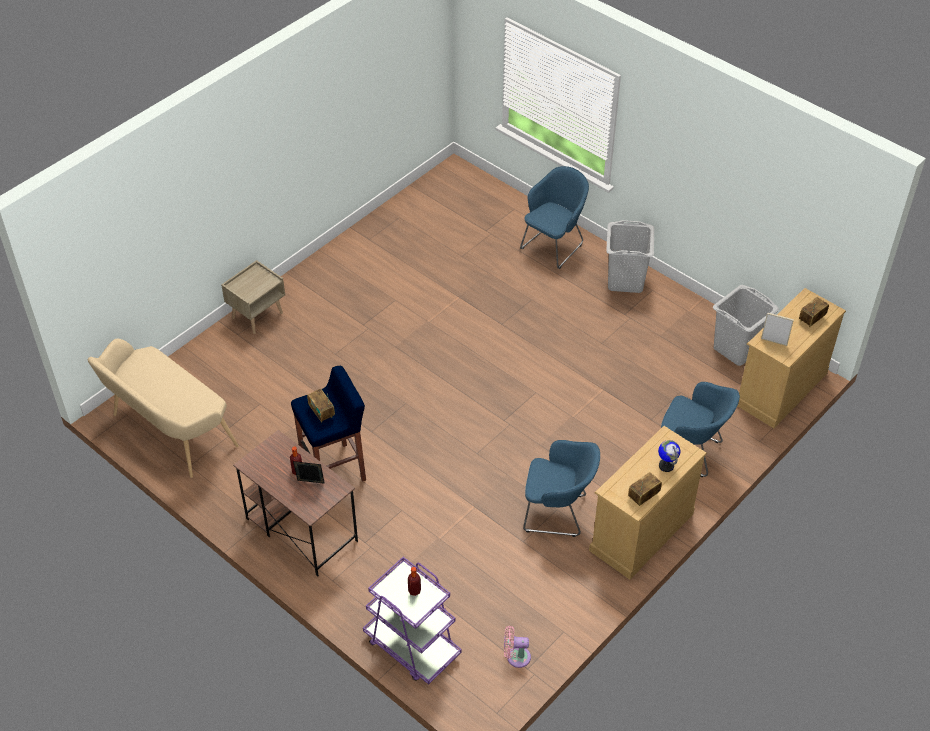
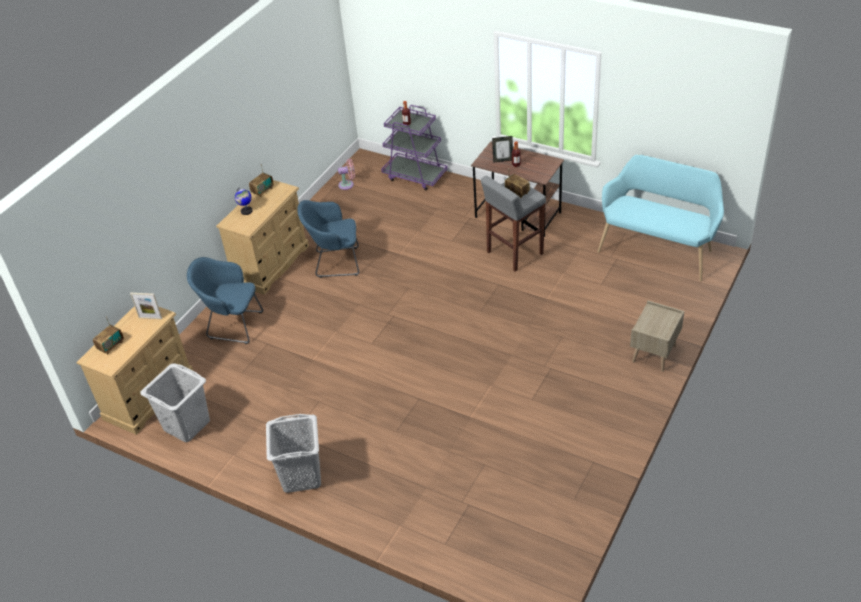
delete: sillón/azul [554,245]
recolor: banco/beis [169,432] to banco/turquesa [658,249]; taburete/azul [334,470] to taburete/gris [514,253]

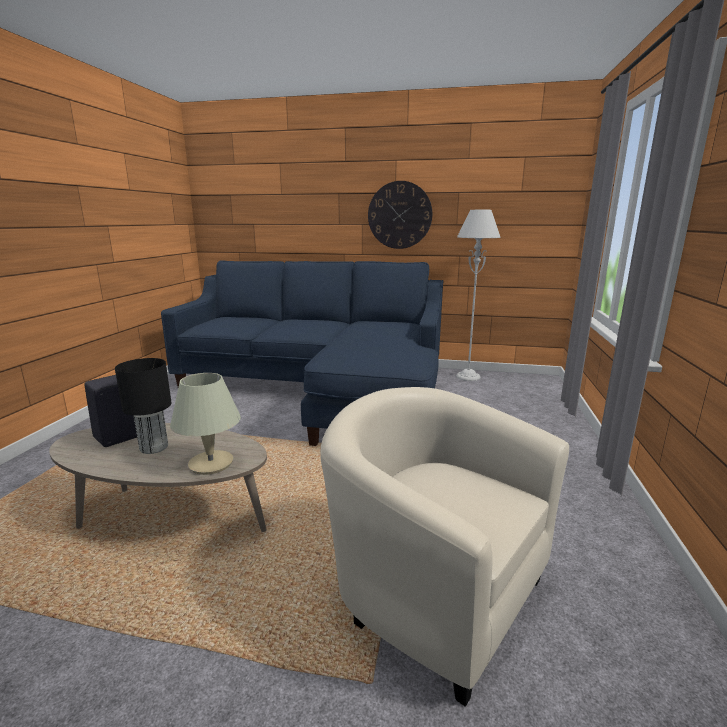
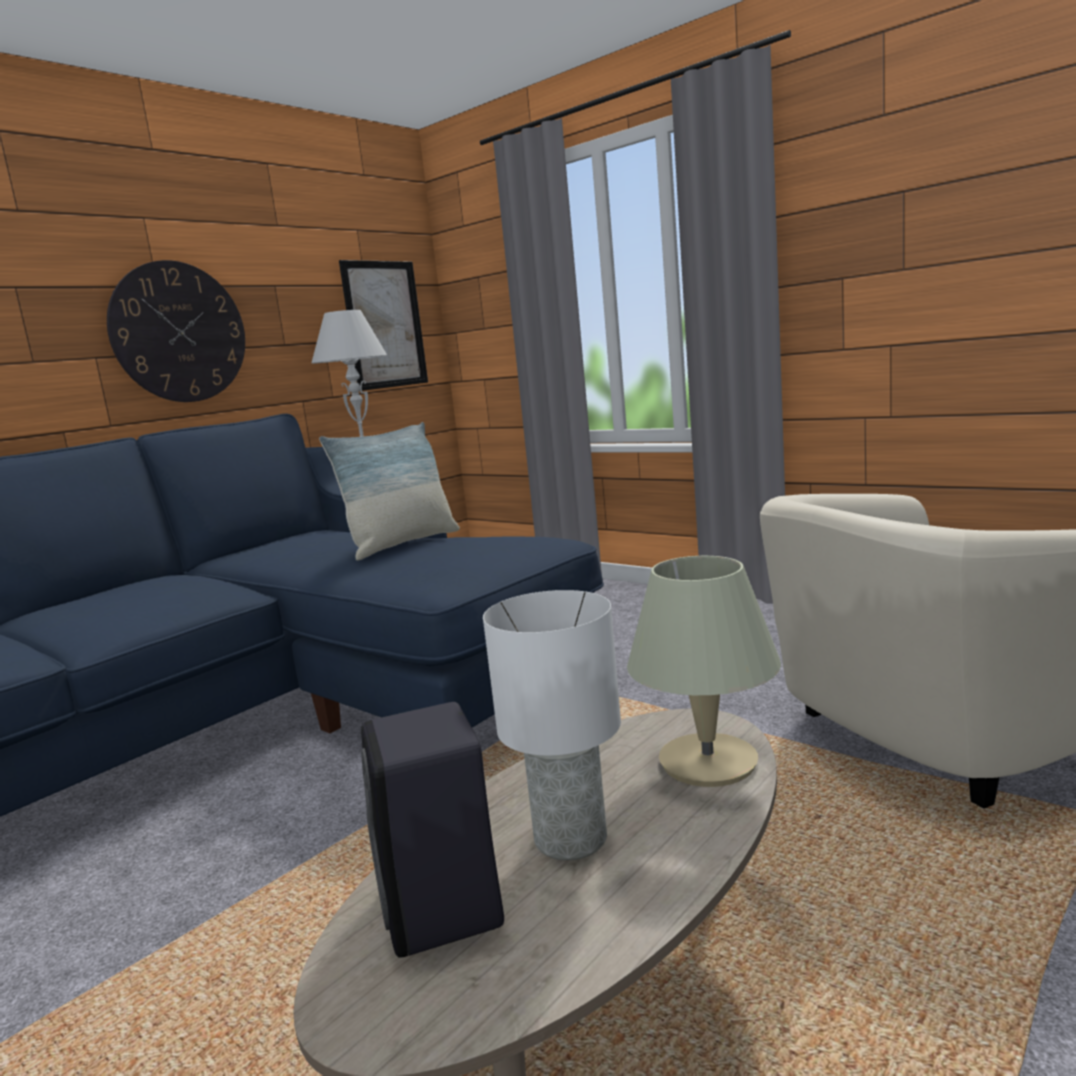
insert: cuadro [385,325]; cojín [402,544]
recolor: lámpara de mesa/negro [154,447] to lámpara de mesa/blanco [568,839]

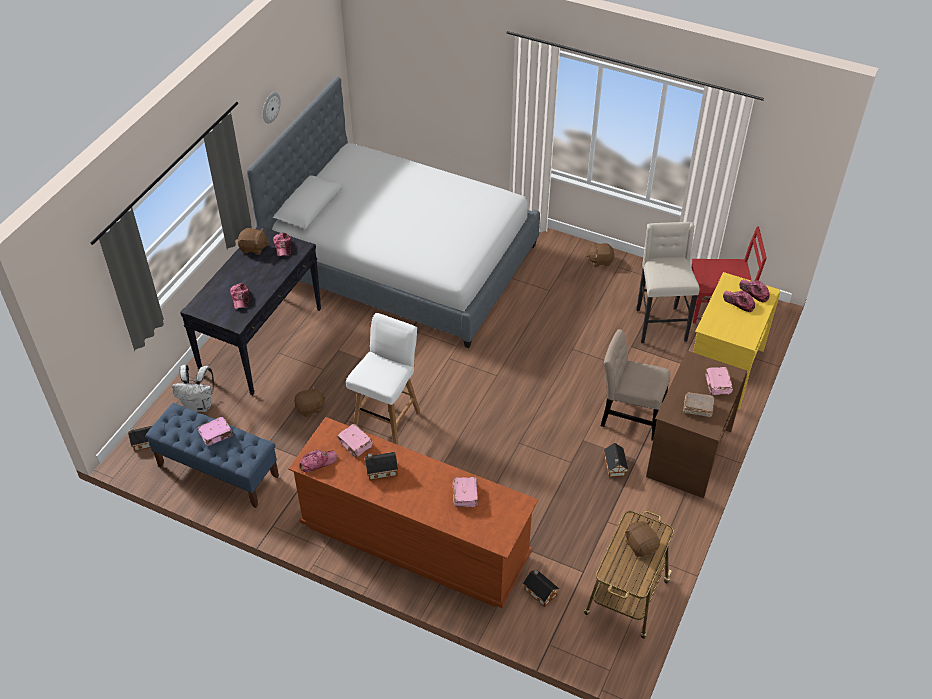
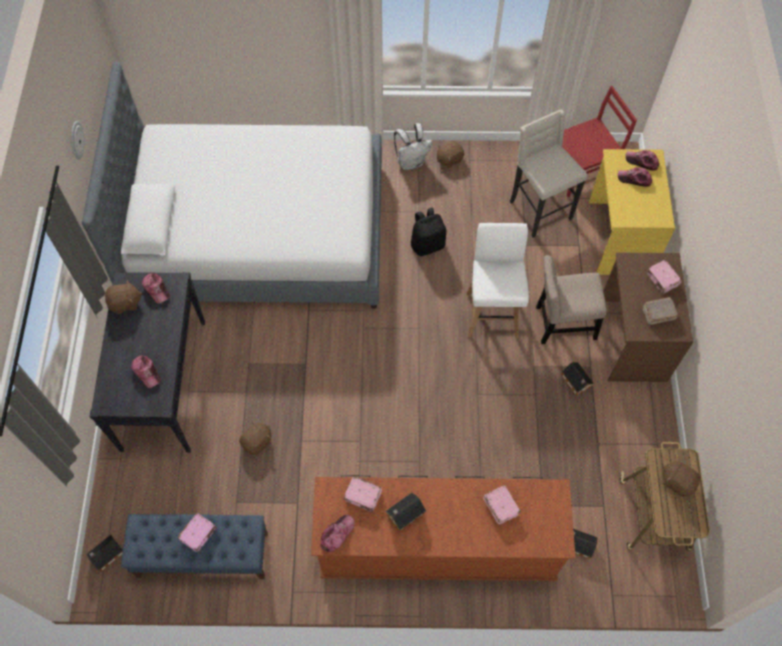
insert: mochila/negro [427,244]
move: taburete/blanco [388,420] to [492,313]; mochila/blanco [199,405] to [411,162]

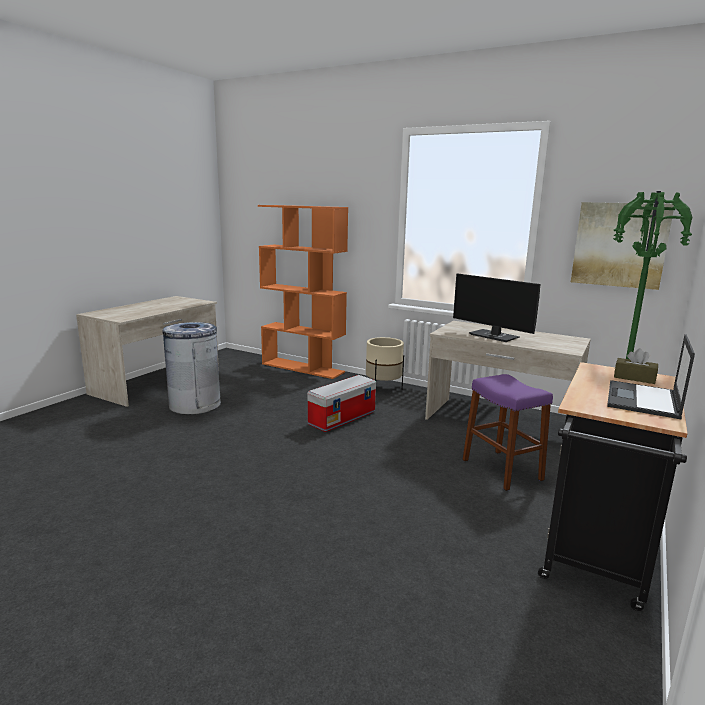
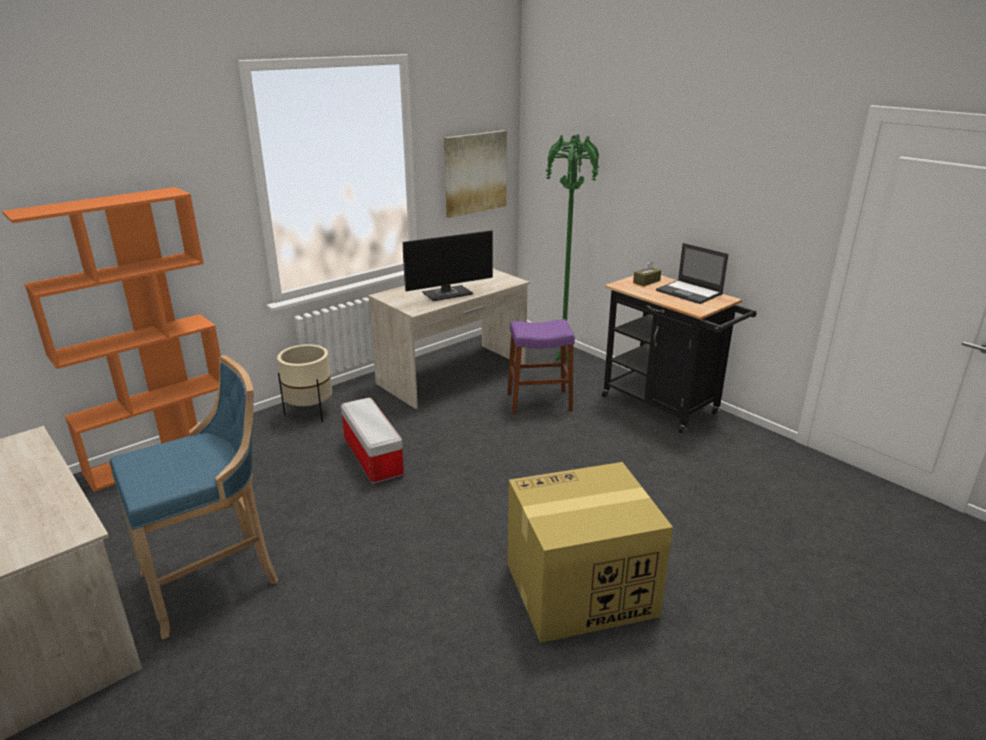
insert: caja de cartón [578,590]
replace: papelera/gris [195,405] to taburete/azul [215,580]

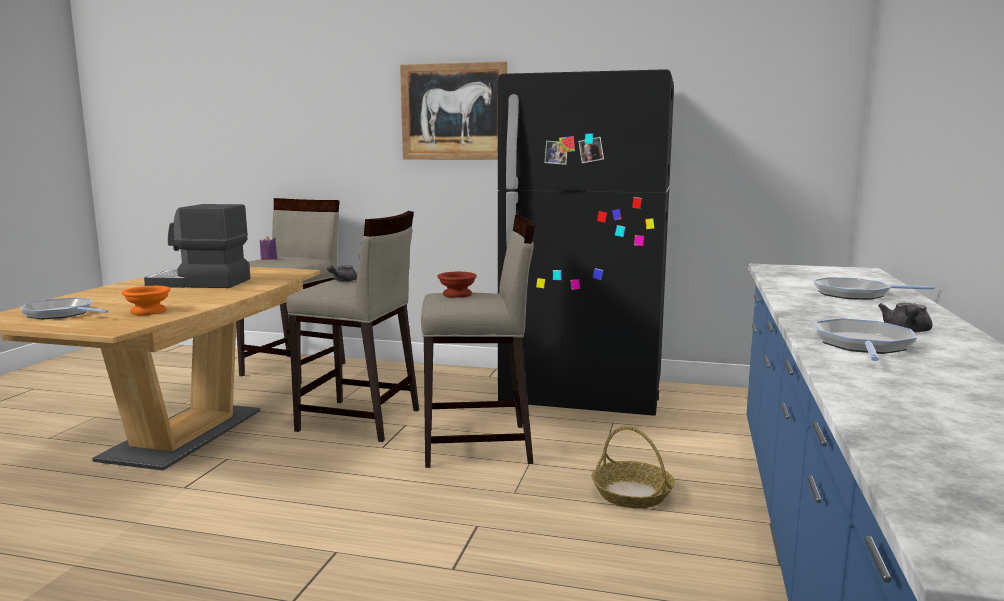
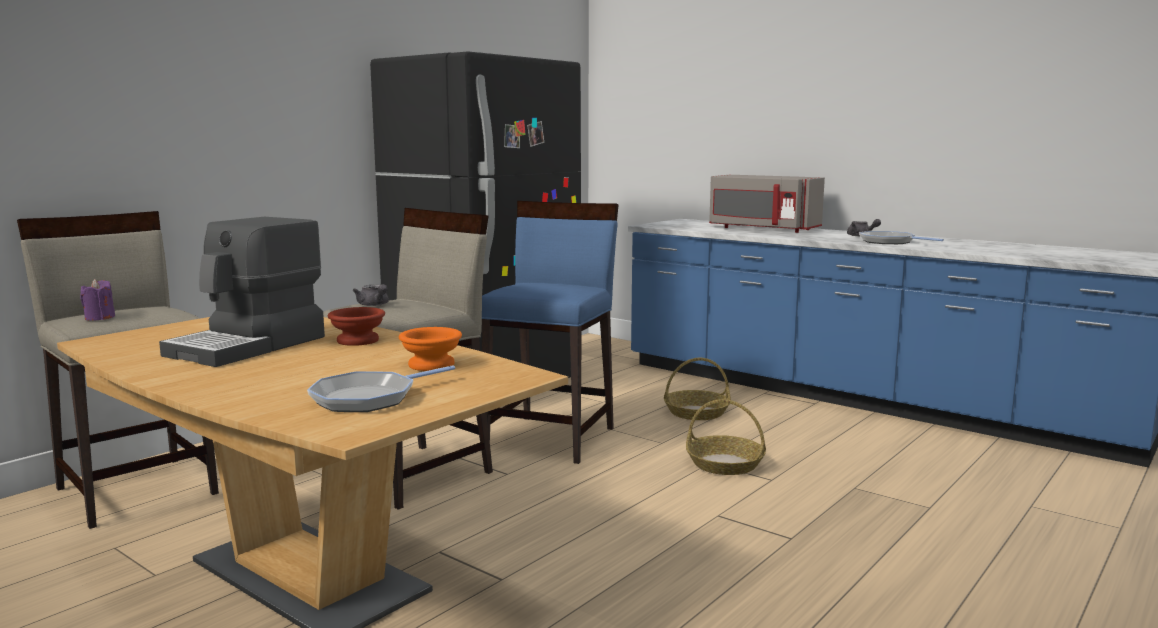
delete: cuadro [454,112]
insert: cesta [724,464]
move: cuenco/marrón [458,294] to [358,340]
replace: sartén [855,294] to microondas/gris [762,229]
recolor: taburete/beis [478,445] to taburete/azul [552,438]

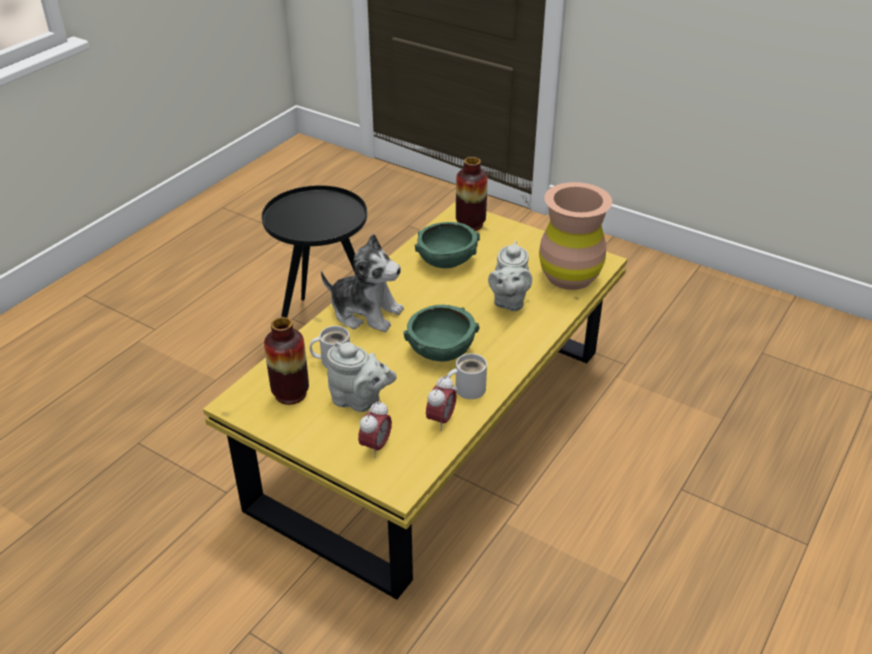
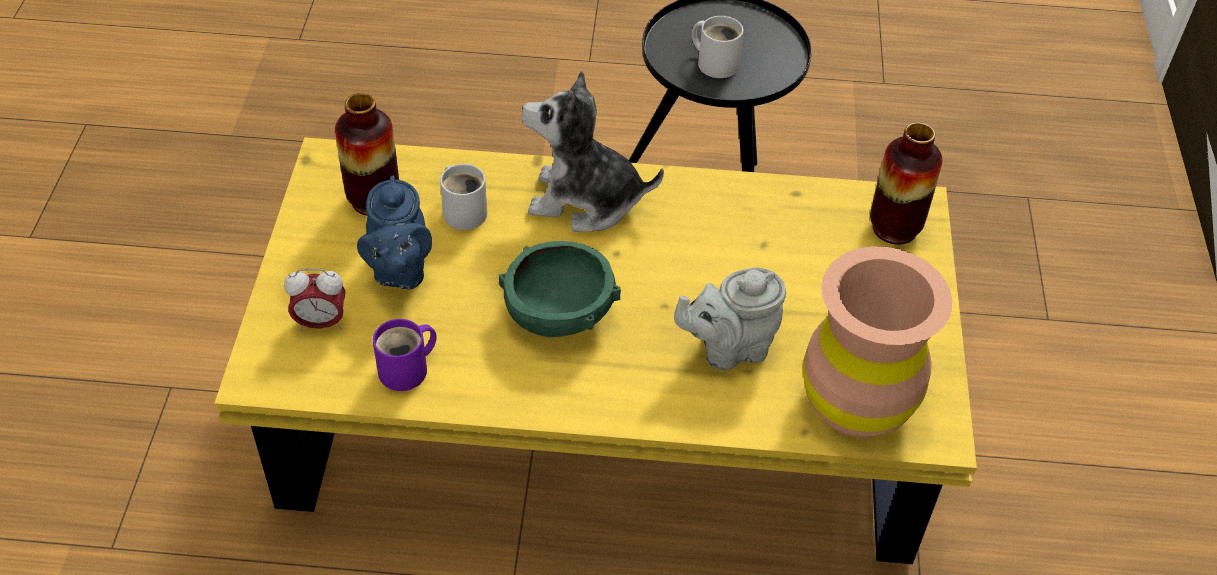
delete: cuenco/verde [447,260]
move: taza grande/blanco [467,389] to [715,62]
replace: despertador [441,420] to taza grande/morado [408,370]
recolor: tetera/gris [359,400] to tetera/azul [399,271]
rotate: peluche [366,312] = [585,201] 105 degrees clockwise

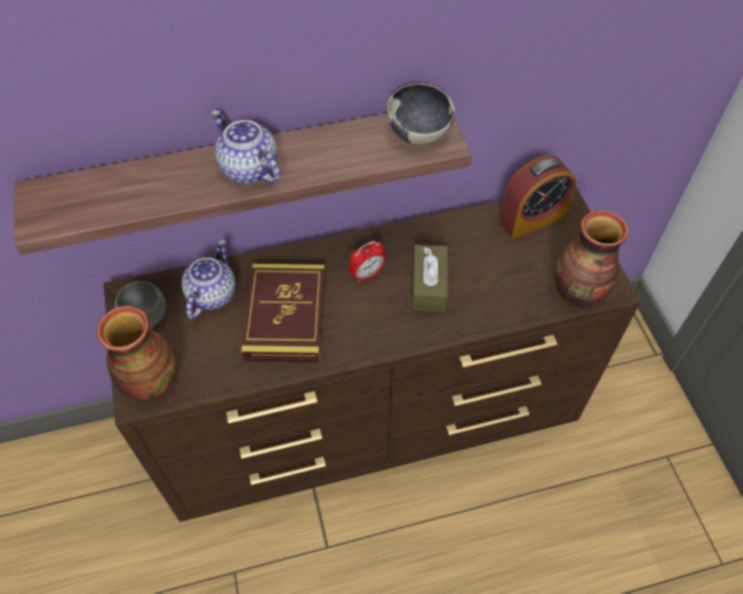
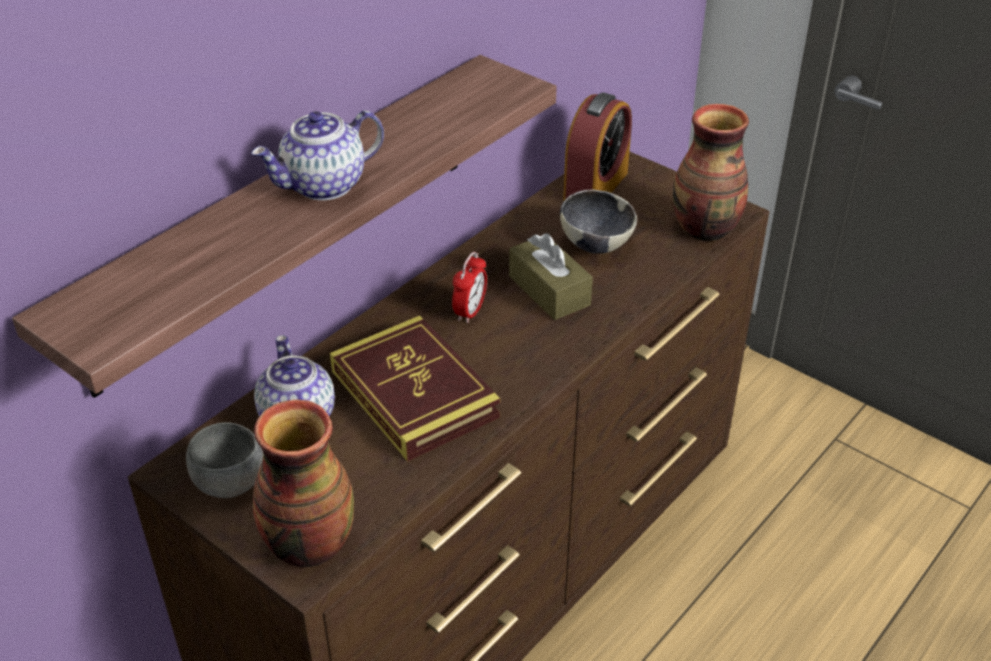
move: cuenco [419,133] to [596,244]
rotate: tetera [248,169] = [324,185] 45 degrees counterclockwise

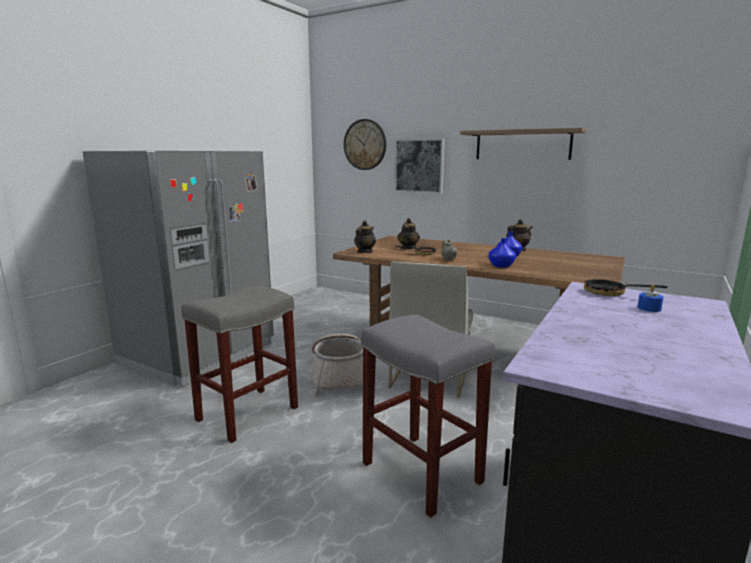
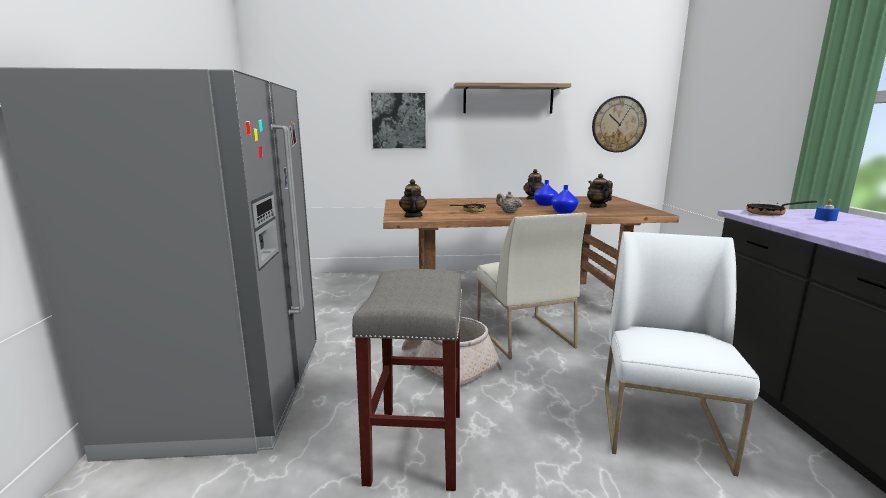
move: reloj de pared [365,144] to [618,124]; tetera [408,248] to [597,206]
replace: taburete/gris [423,473] to silla/blanco [663,427]

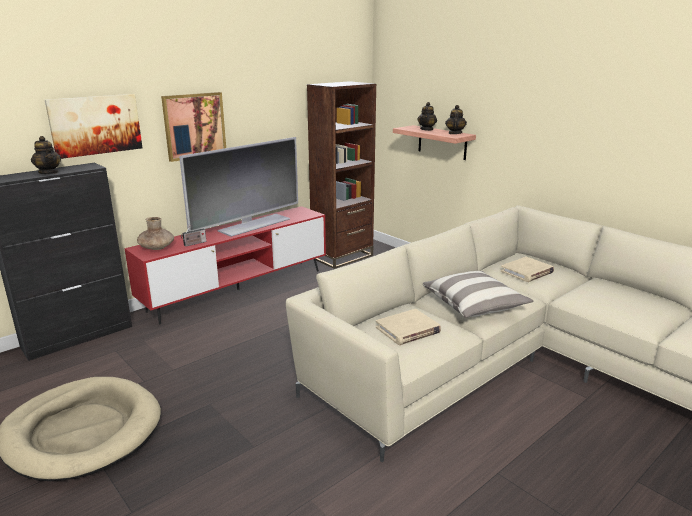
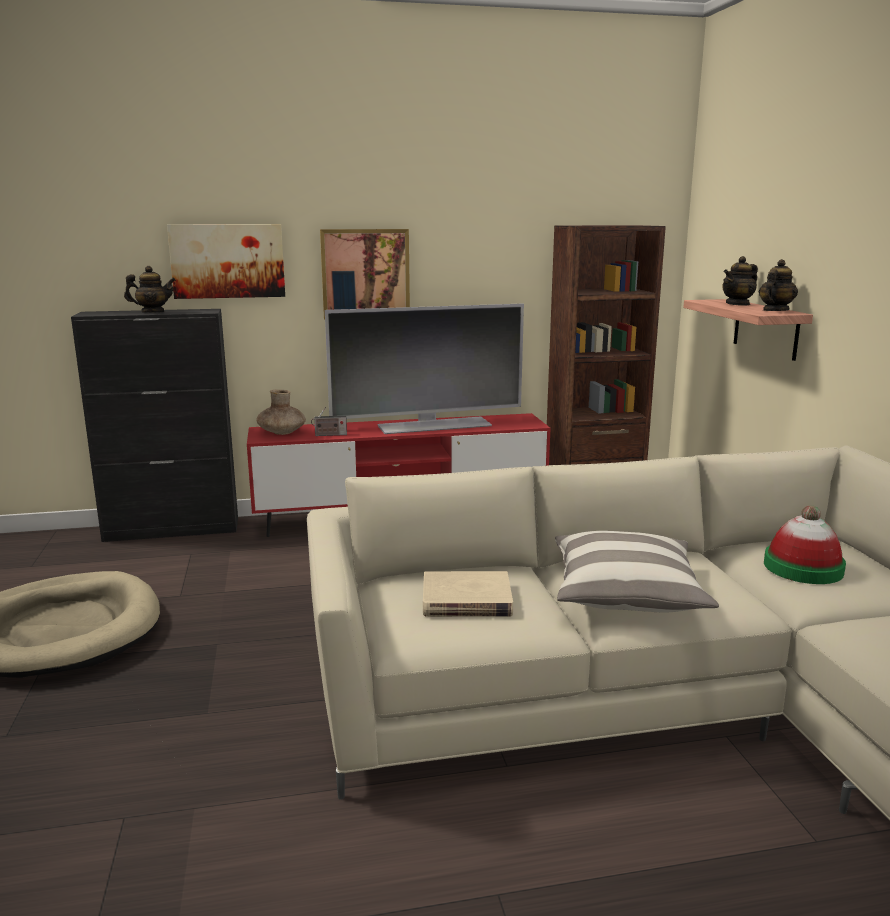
replace: libro/beis [527,272] to sombrero [803,567]
rotate: tetera [49,172] = [153,312] 90 degrees counterclockwise

